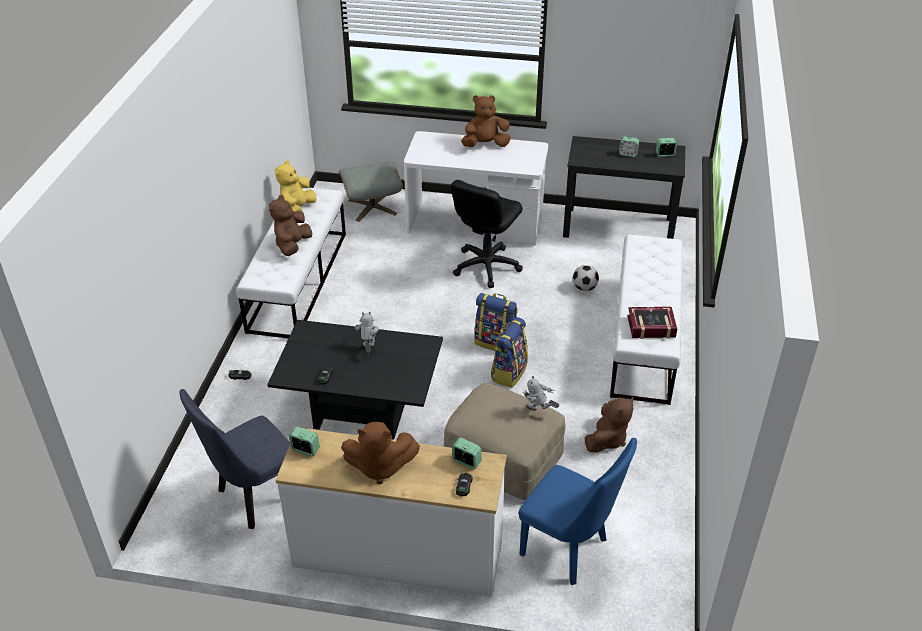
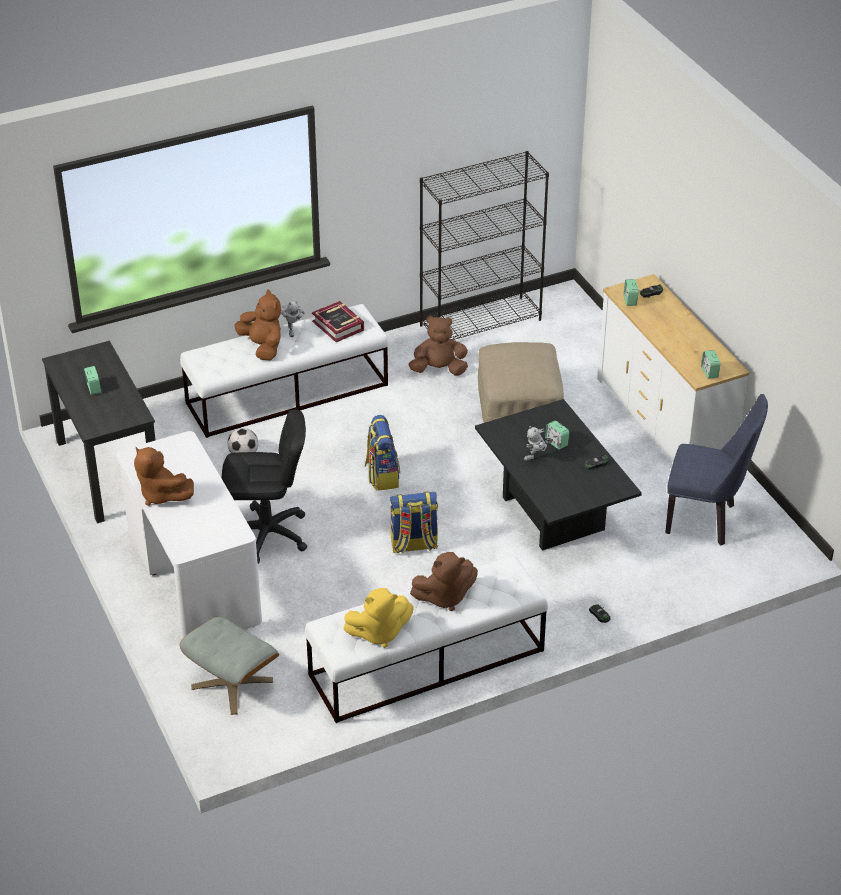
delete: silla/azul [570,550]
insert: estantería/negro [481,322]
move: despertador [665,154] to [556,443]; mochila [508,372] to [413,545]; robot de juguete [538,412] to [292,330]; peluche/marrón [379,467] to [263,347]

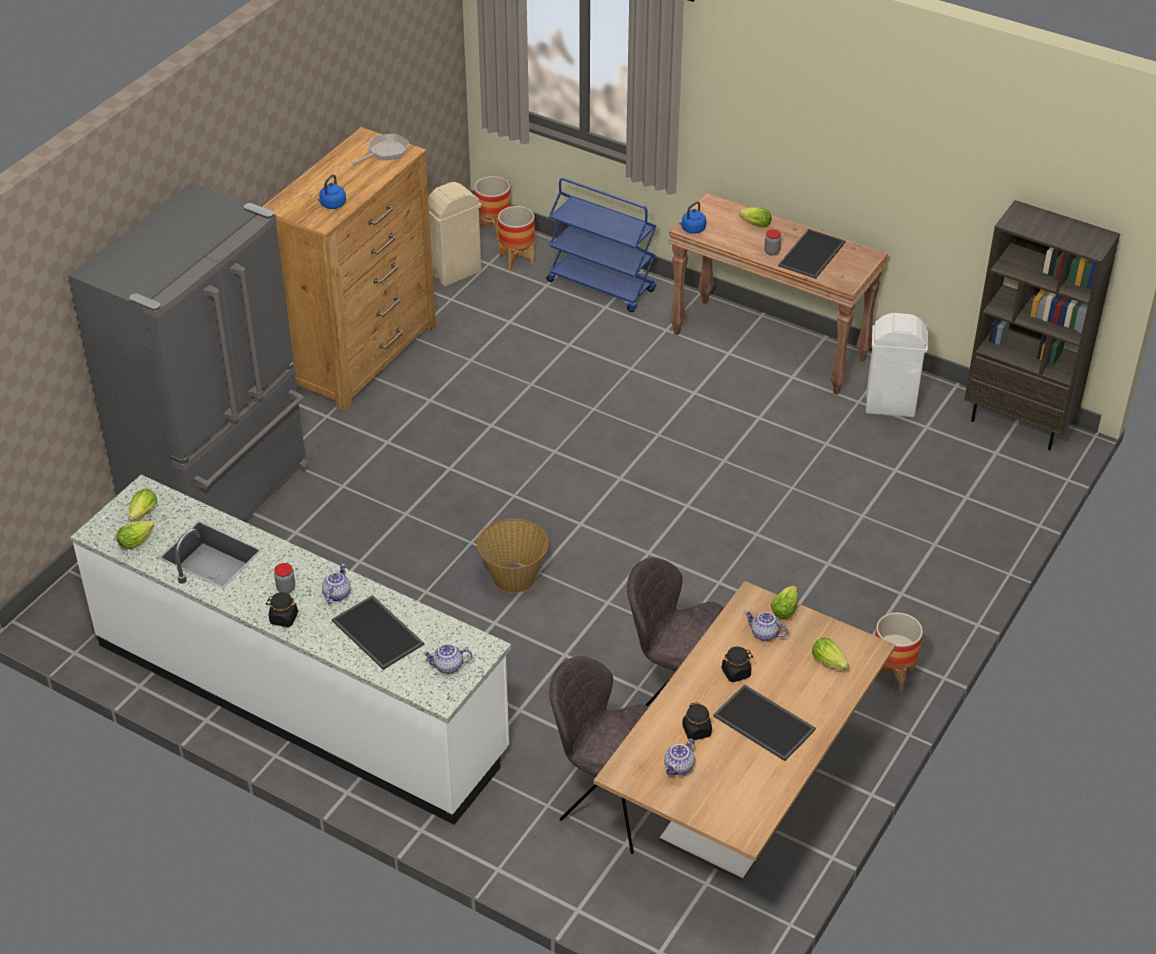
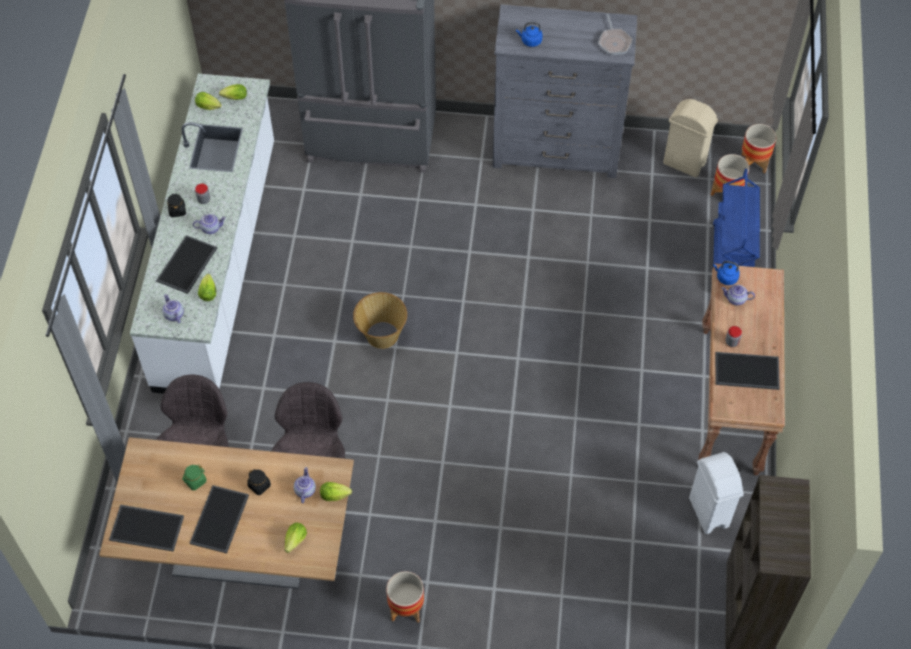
insert: bandeja [148,527]
move: lechuga [754,224] to [208,291]; tetera [679,768] to [735,299]
recolor: cómoda/marrón [362,355] to cómoda/gris [556,149]; tarro/negro [696,731] to tarro/verde [195,481]
rotate: sartén [385,152] = [614,42] 60 degrees clockwise

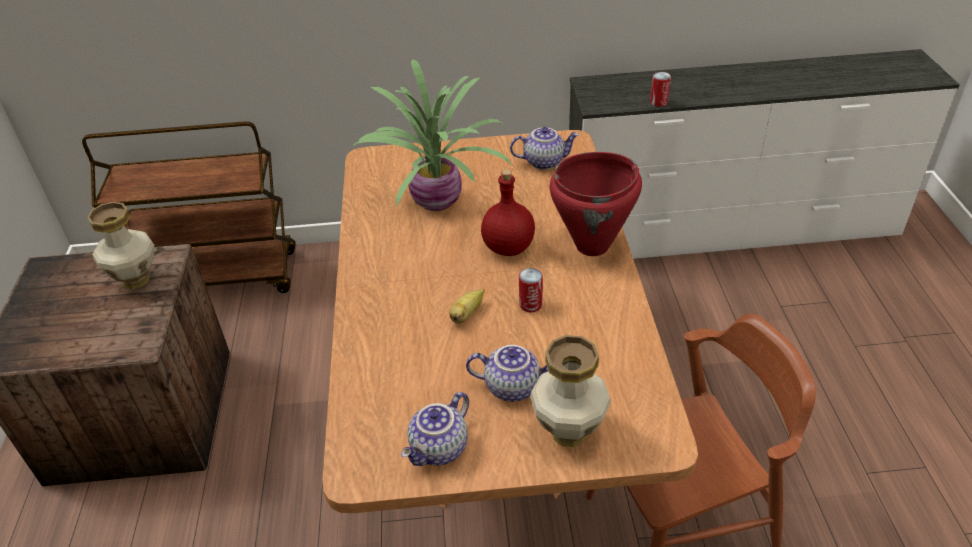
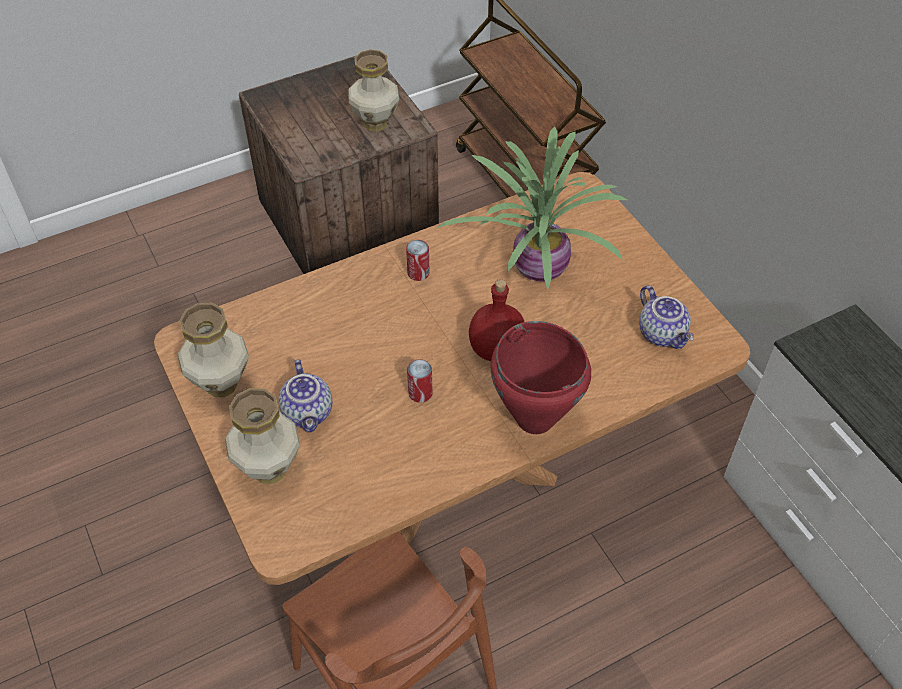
delete: plátano [467,314]
move: lata [658,102] to [418,273]
replace: tetera [440,449] to florero [222,385]

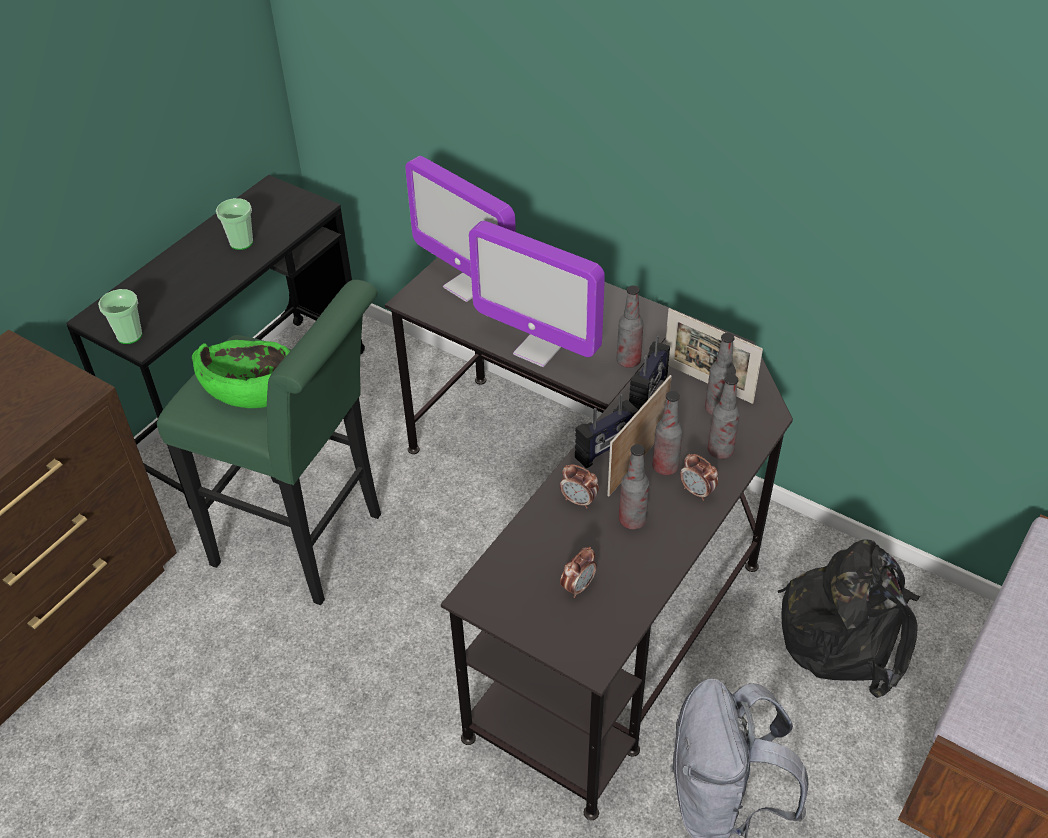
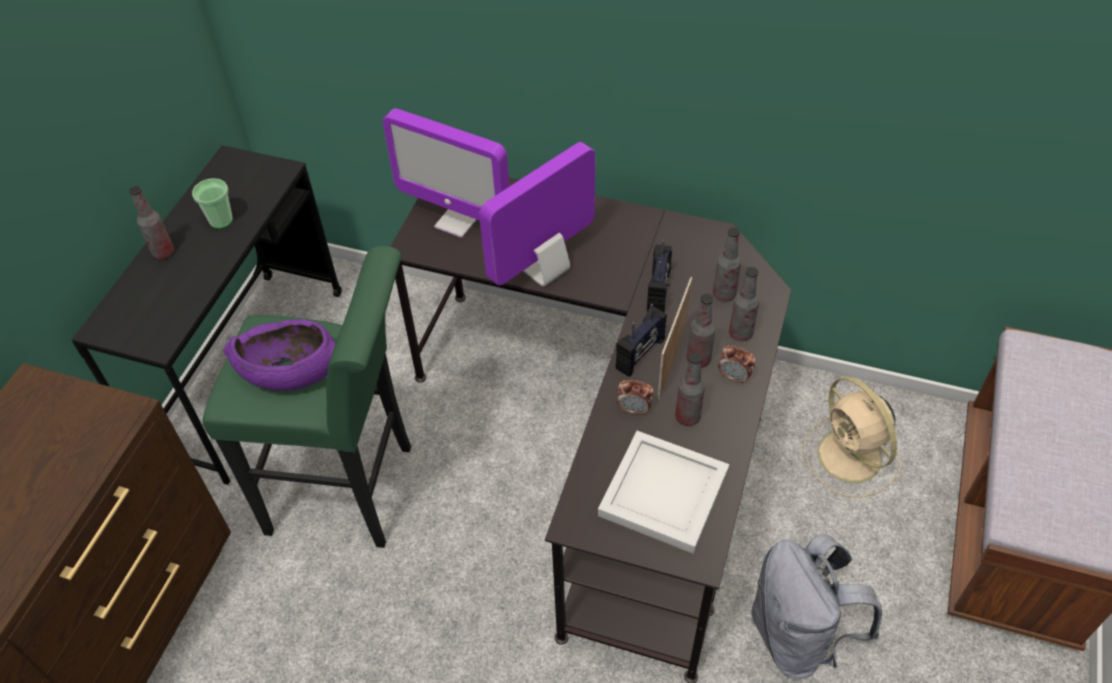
delete: taza [129,335]; portarretratos [707,382]
move: botella [628,361] to [163,252]
replace: mochila/negro [846,632] to ventilador/beis [851,458]; despertador [578,587] to bandeja/blanco [662,491]
recolor: cuenco/verde [251,390] to cuenco/morado [288,370]
rotate: monitor [538,349] = [545,270] 120 degrees clockwise

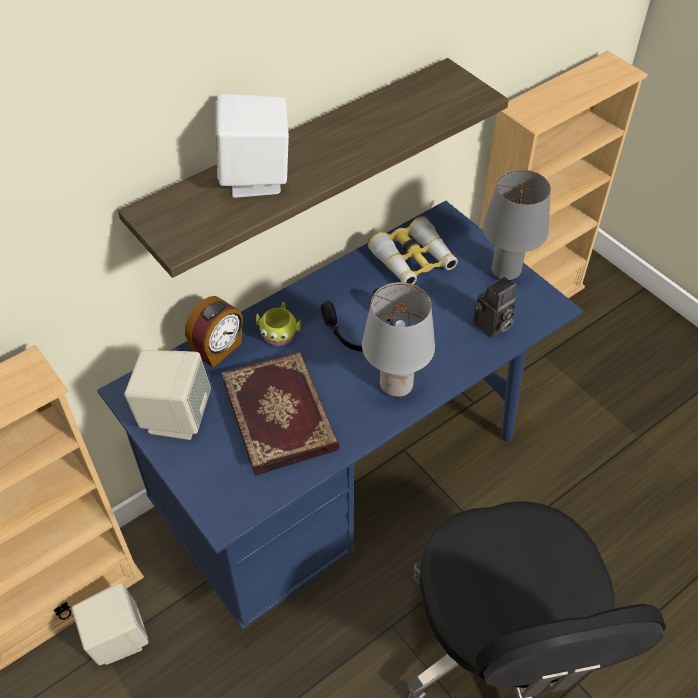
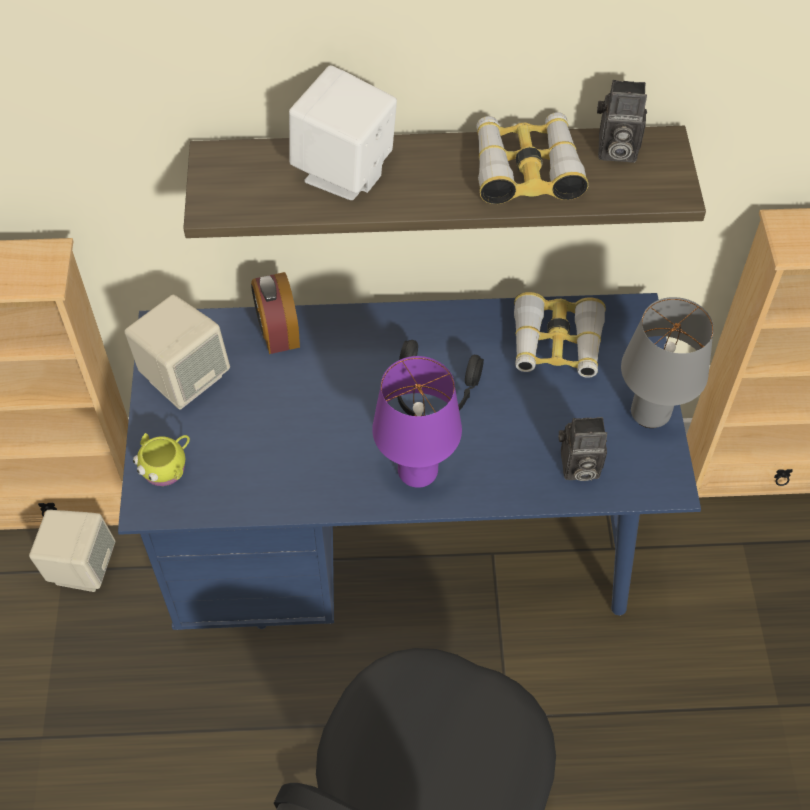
delete: libro [281,414]
insert: cámara [614,150]; prismáticos [526,168]
move: taza grande/amarillo [279,332] to [167,467]
recolor: lámpara de mesa/gris [397,386] to lámpara de mesa/morado [418,473]
rotate: despertador [218,349] = [278,332] 90 degrees clockwise

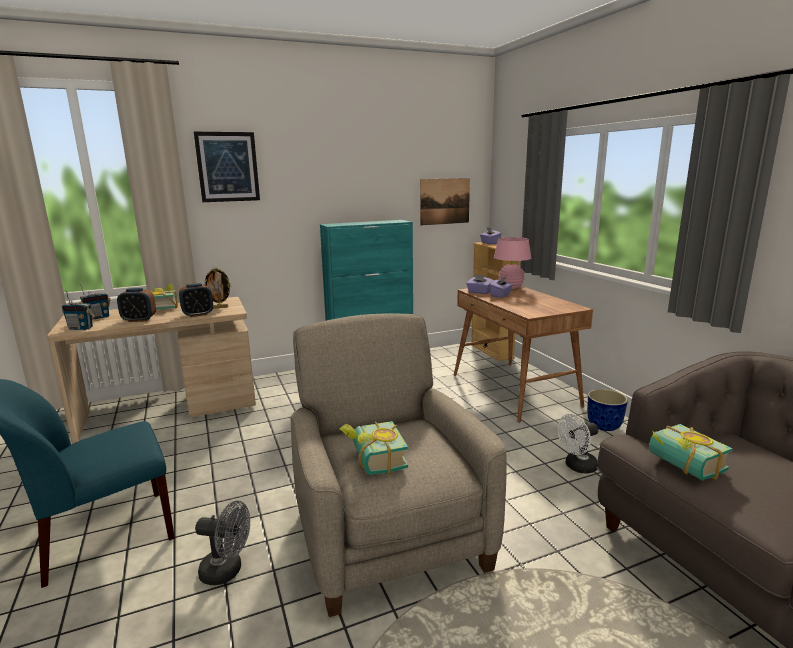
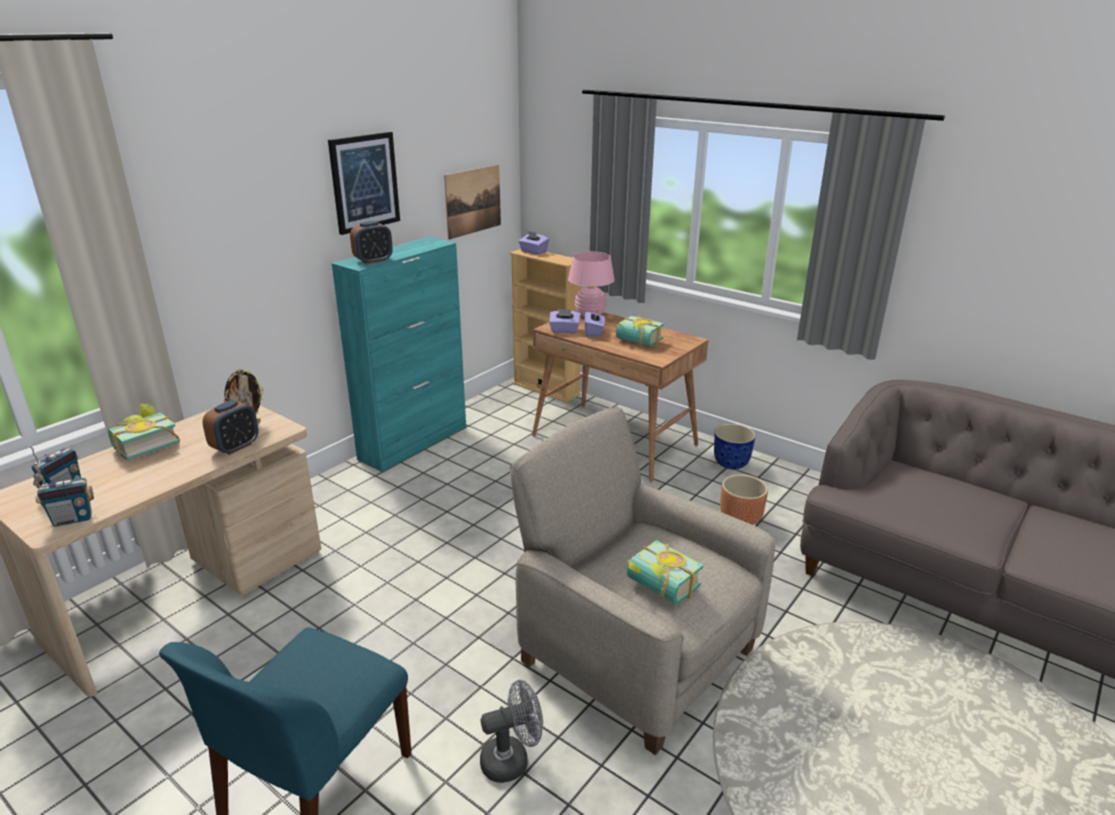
move: cuadro [227,167] to [364,182]; despertador [139,320] to [373,261]; libro [681,466] to [636,342]
replace: ventilador/blanco [577,467] to maceta/marrón [741,519]

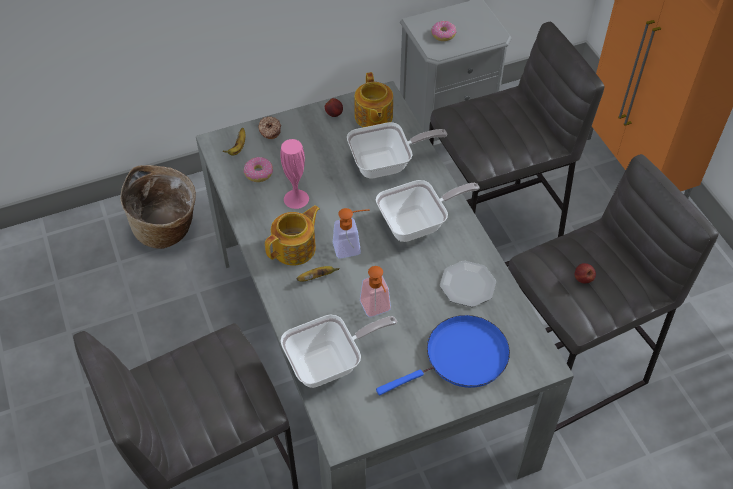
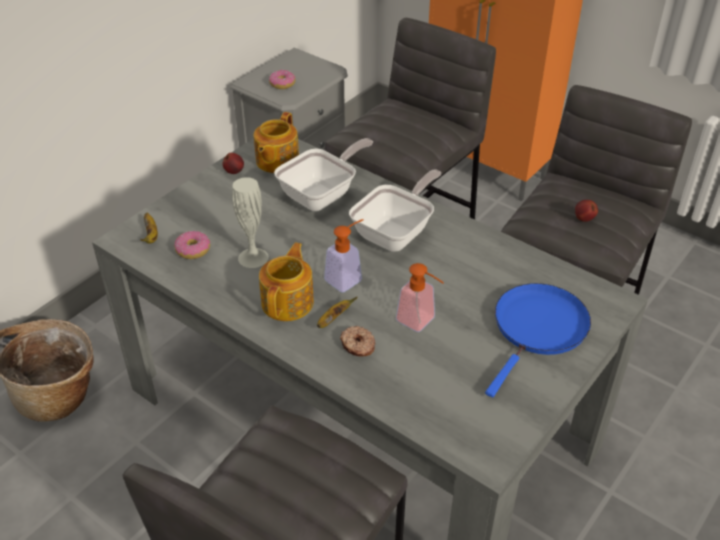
delete: plato [468,285]; sartén [330,363]
move: rosquilla [269,131] to [357,346]
recolor: florero/rosa [296,199] to florero/blanco [253,257]
rotate: tetera [373,117] = [276,161] 60 degrees clockwise

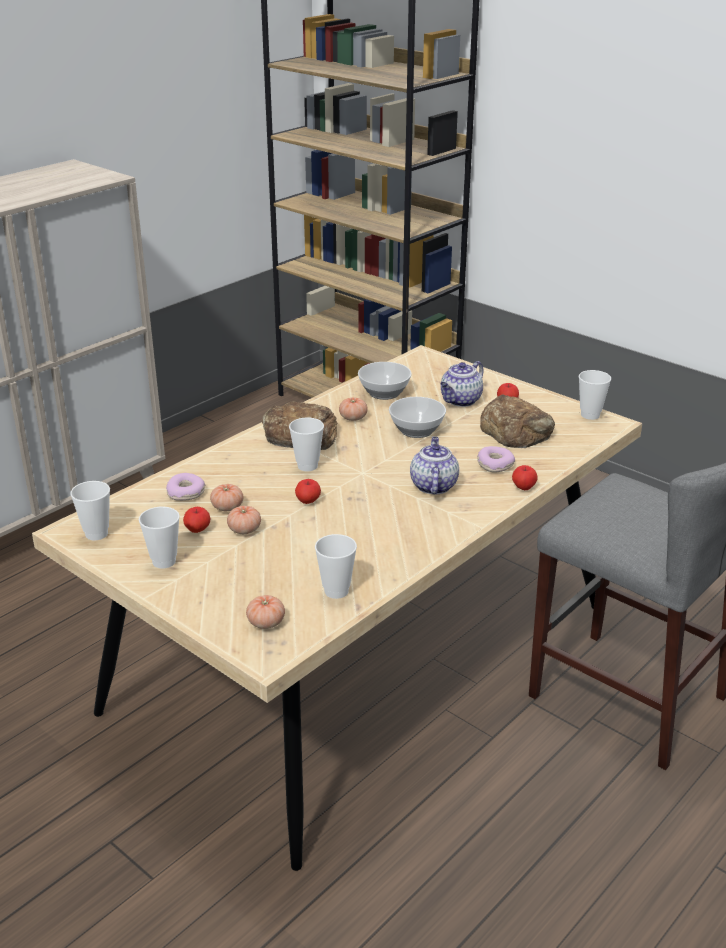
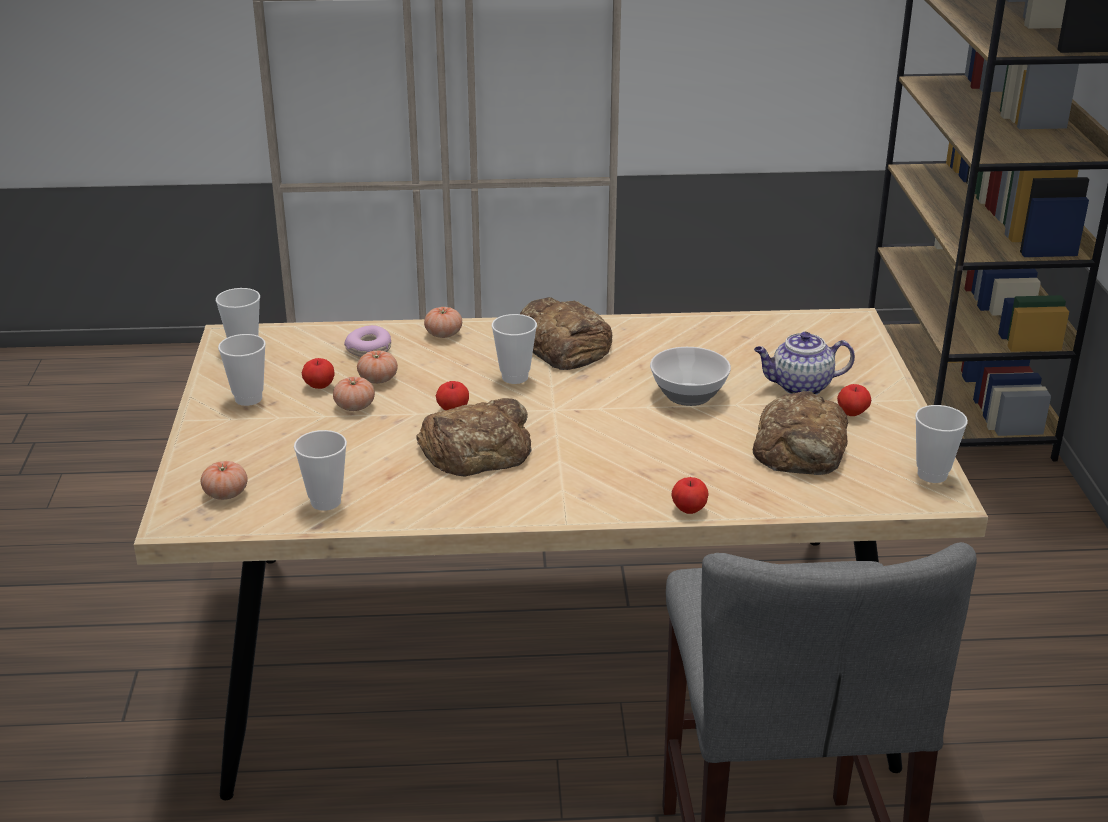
delete: cuenco [384,392]; tetera [433,485]; rosquilla [495,465]
insert: pan [477,448]
move: tomate [353,418] to [443,334]

